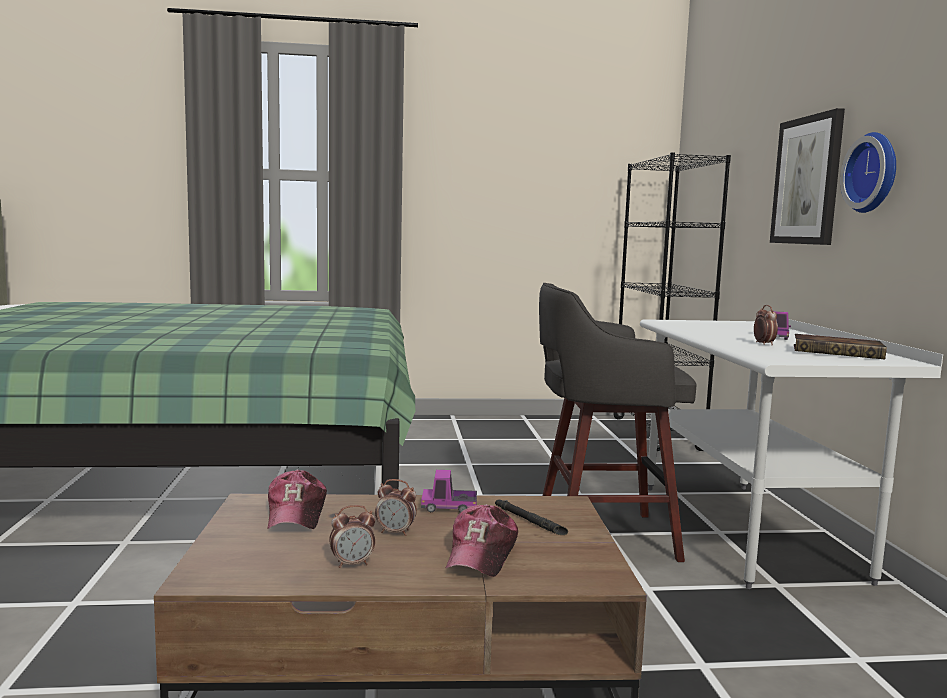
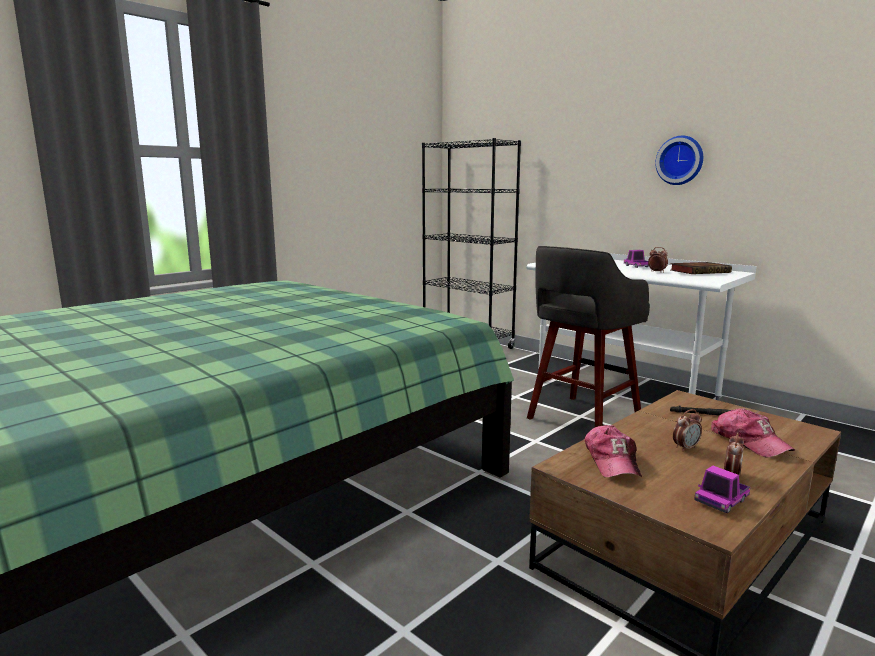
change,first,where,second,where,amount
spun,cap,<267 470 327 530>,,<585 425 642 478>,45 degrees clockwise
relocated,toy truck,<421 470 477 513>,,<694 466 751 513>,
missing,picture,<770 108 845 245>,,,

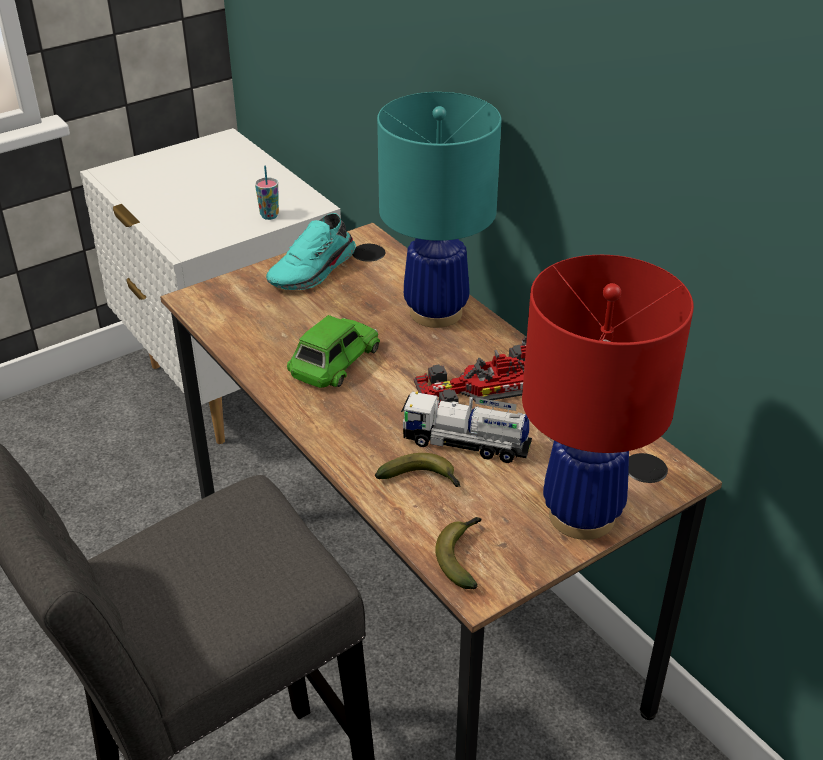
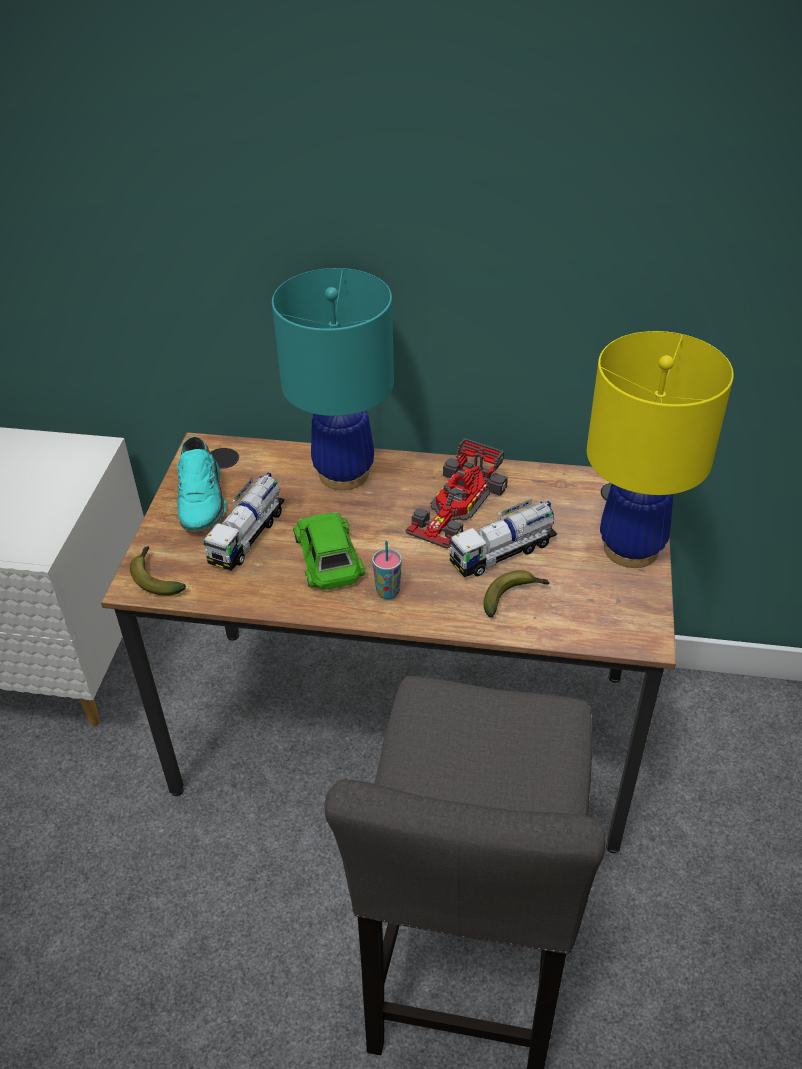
change,first,where,second,where,amount
relocated,banana,<435 517 481 589>,,<130 546 186 596>,
appeared,,,toy truck,<203 473 285 571>,
relocated,cup,<255 165 279 220>,,<372 541 402 599>,
colour,red table lamp,<522 255 694 540>,yellow table lamp,<587 331 734 568>,

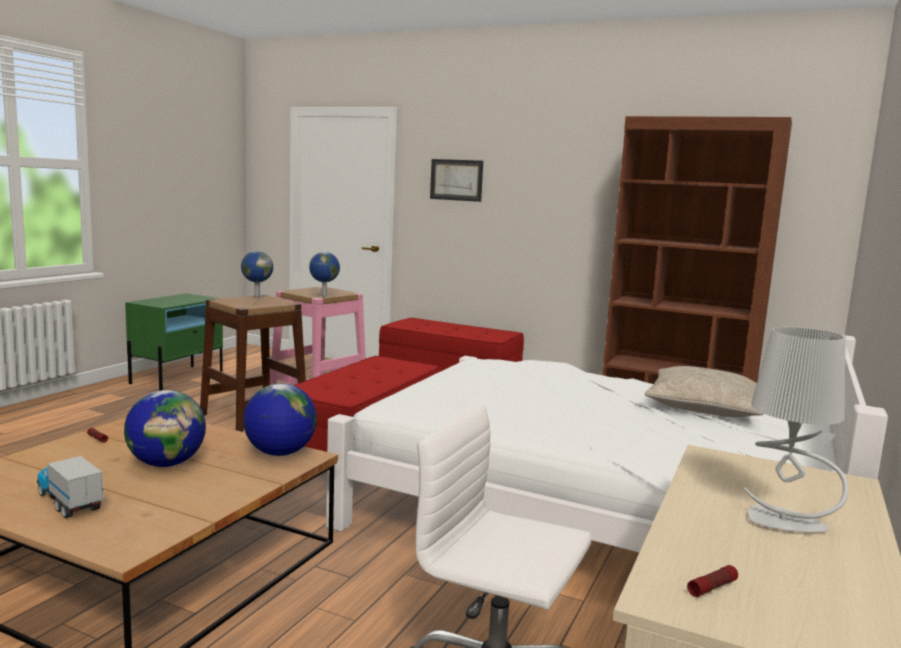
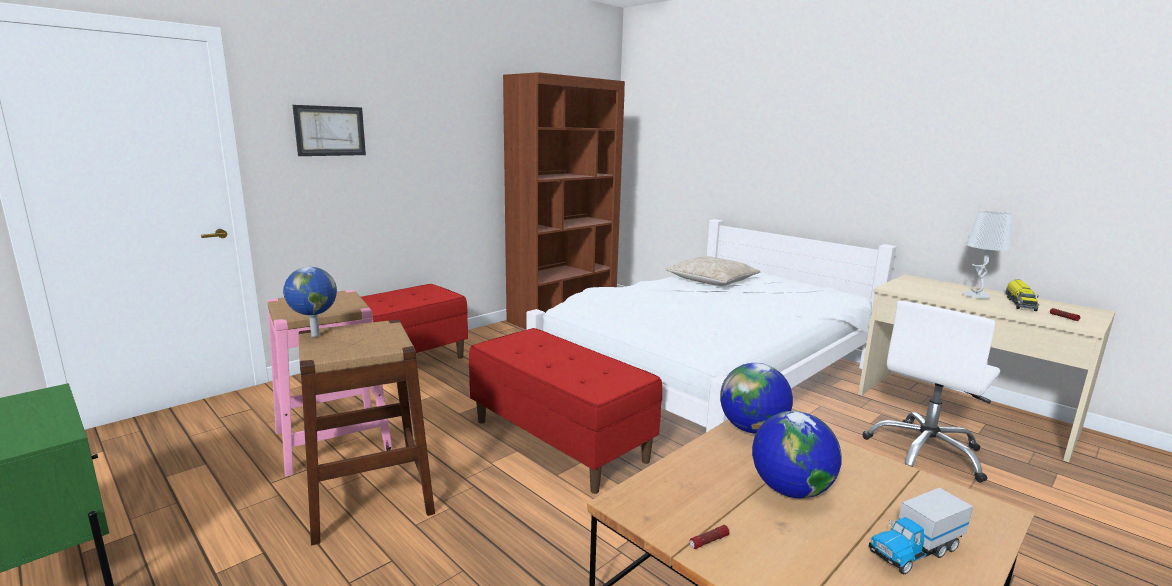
change,first,where,second,where,amount
appeared,,,toy truck,<1005 279 1039 311>,
missing,globe,<309 252 340 297>,,,

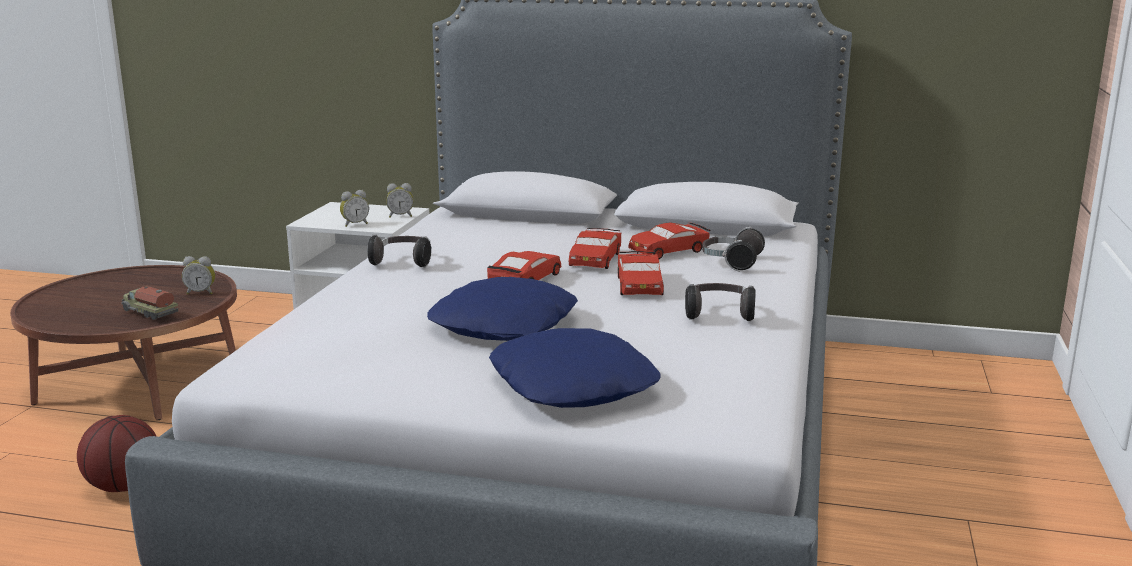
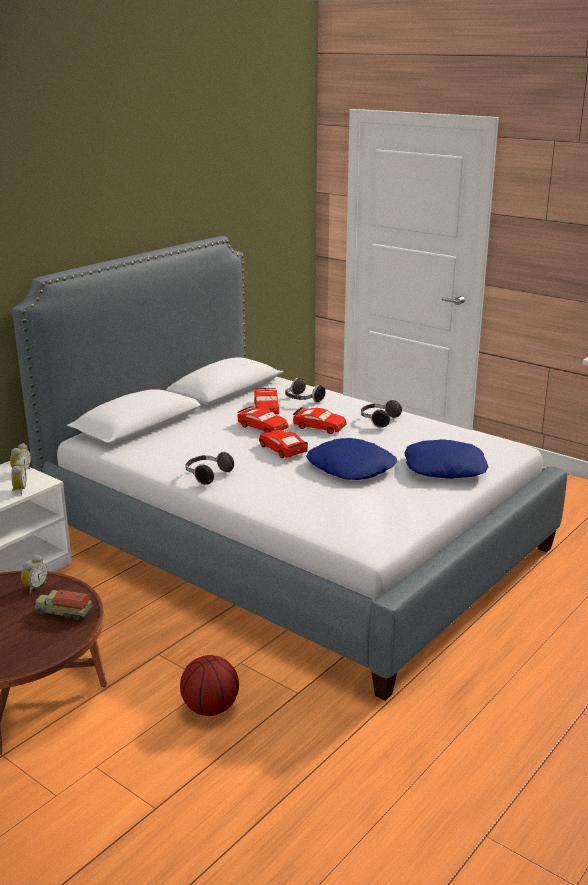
change,first,where,second,where,amount
spun,toy truck,<121 287 179 320>,,<35 590 93 620>,45 degrees clockwise

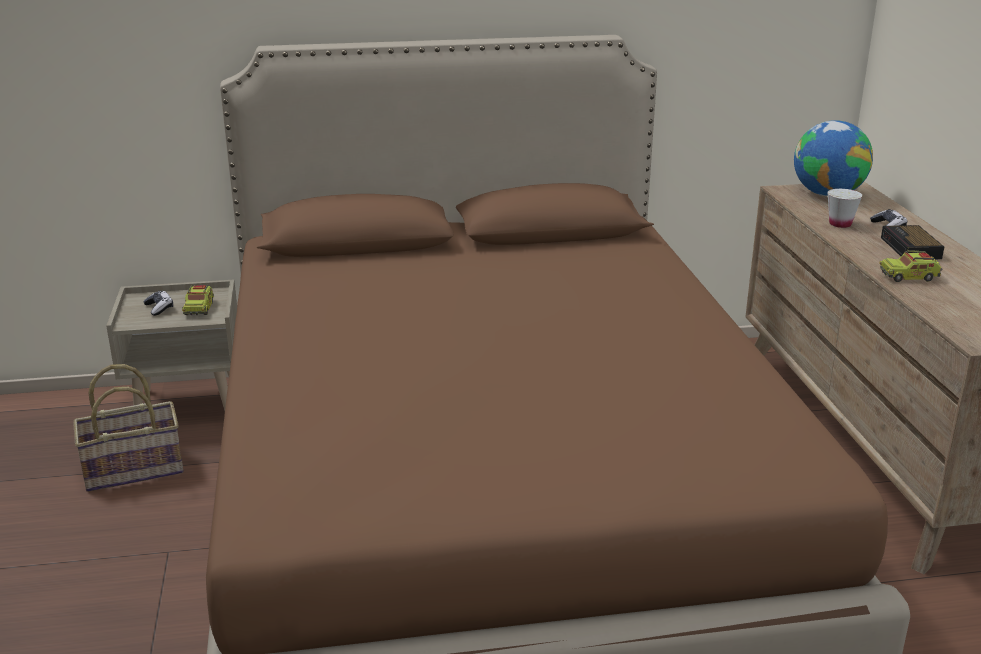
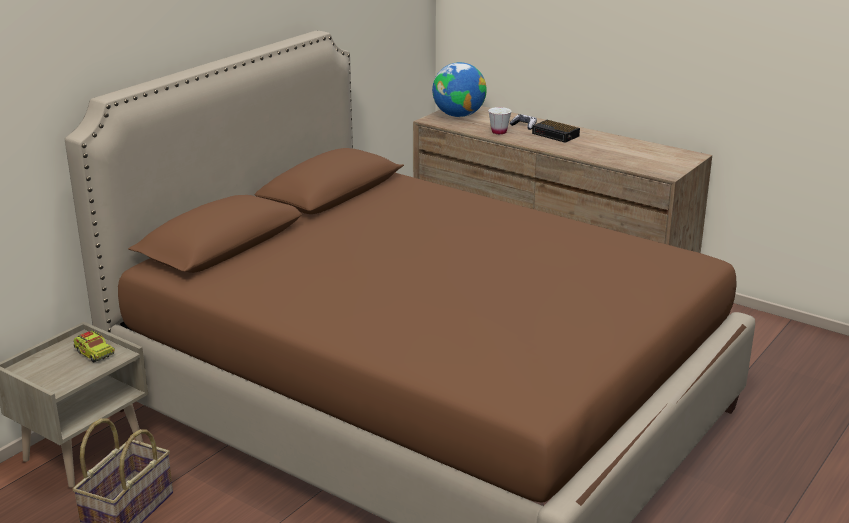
change,first,where,second,where,amount
missing,game controller,<143 291 173 316>,,,
missing,toy truck,<879 247 942 282>,,,

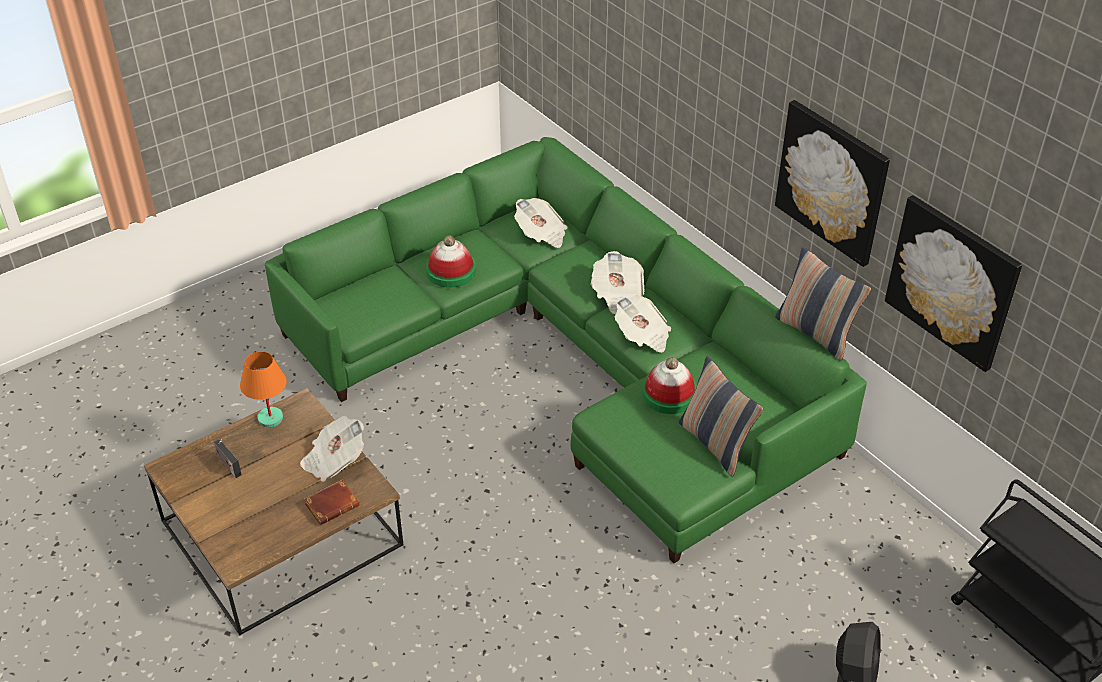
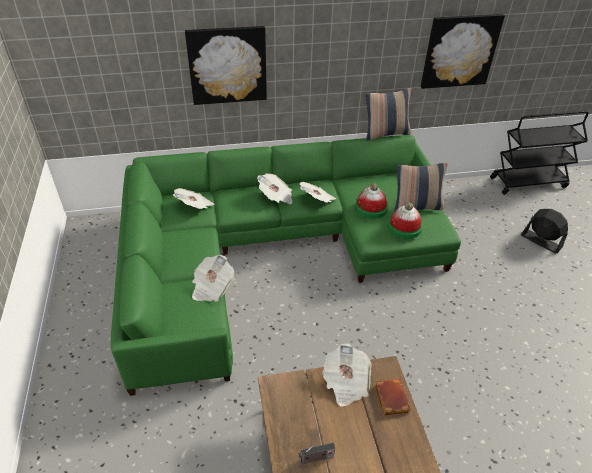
change,first,where,second,where,amount
relocated,picture,<775 100 890 267>,,<185 26 267 105>,
appeared,,,newspaper,<192 255 234 302>,
relocated,hat,<426 235 476 288>,,<387 203 423 239>,
missing,orange table lamp,<240 351 287 428>,,,

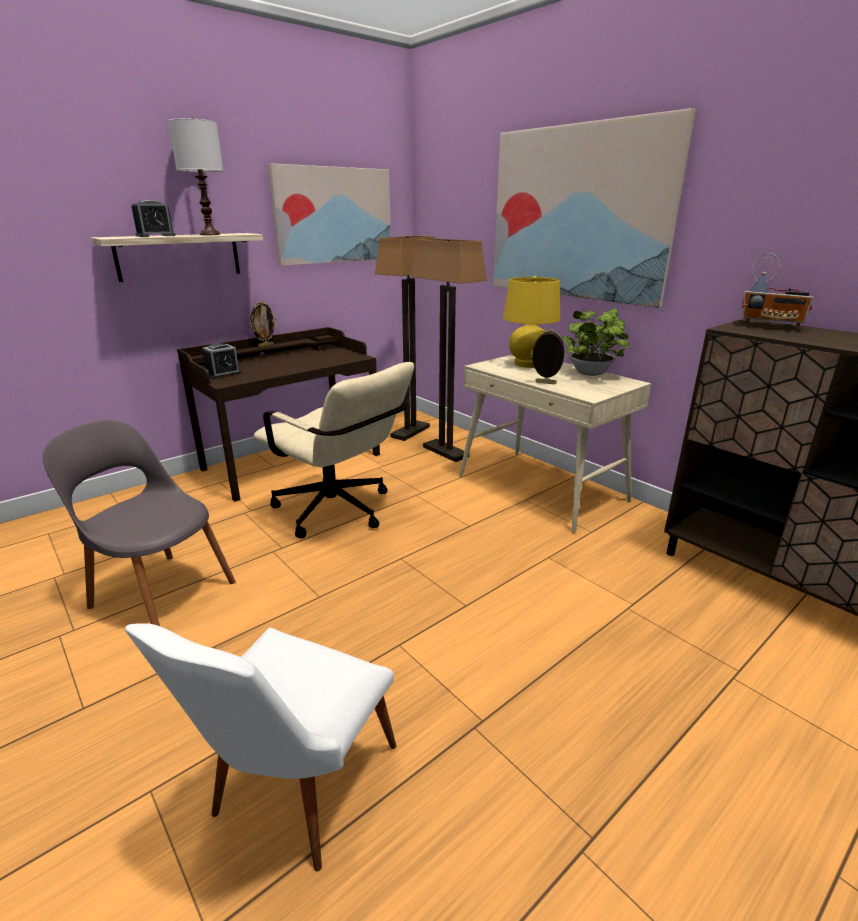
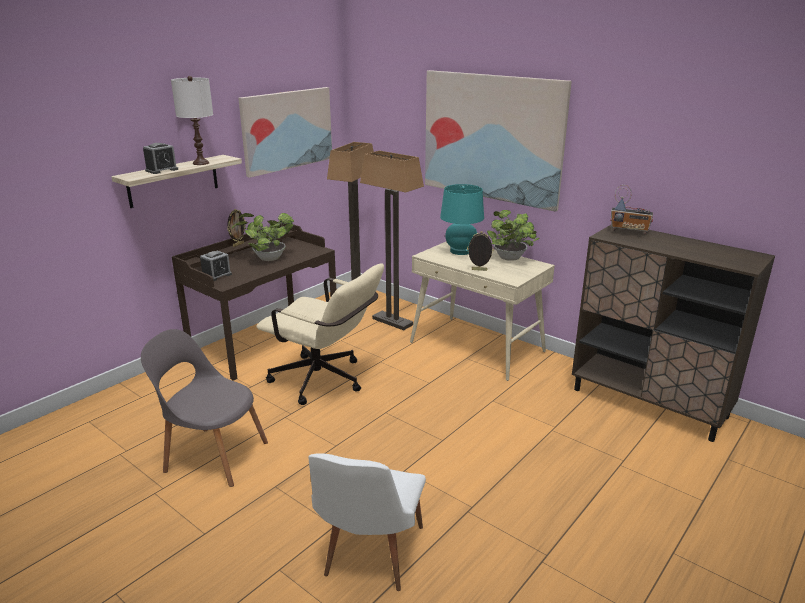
change,first,where,second,where,amount
appeared,,,potted plant,<232 213 294 261>,
colour,yellow table lamp,<503 276 560 368>,turquoise table lamp,<440 184 484 255>,

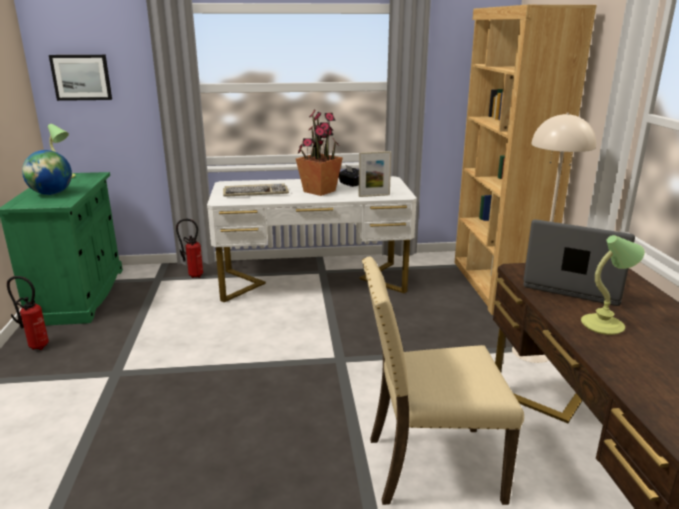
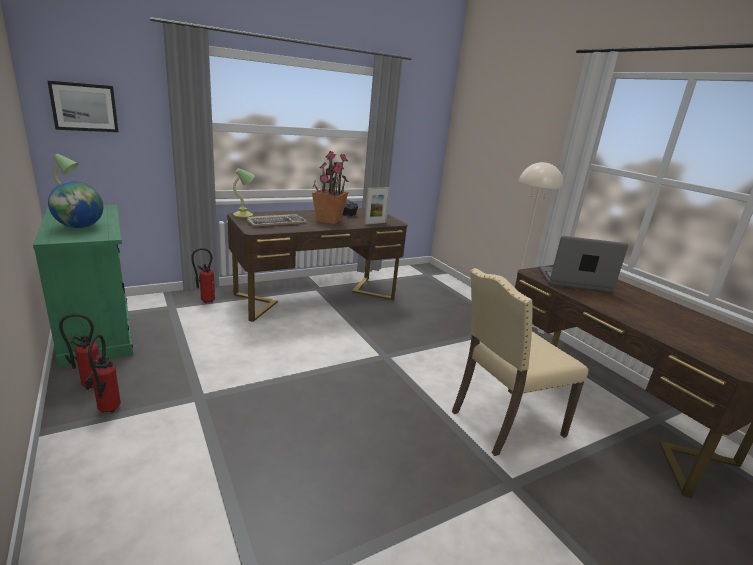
change,first,where,second,where,amount
appeared,,,fire extinguisher,<85 334 121 413>,
colour,white desk,<207 176 417 302>,brown desk,<227 208 408 322>,
relocated,table lamp,<581 235 645 335>,,<233 168 254 218>,
missing,brown bookcase,<454 5 597 315>,,,

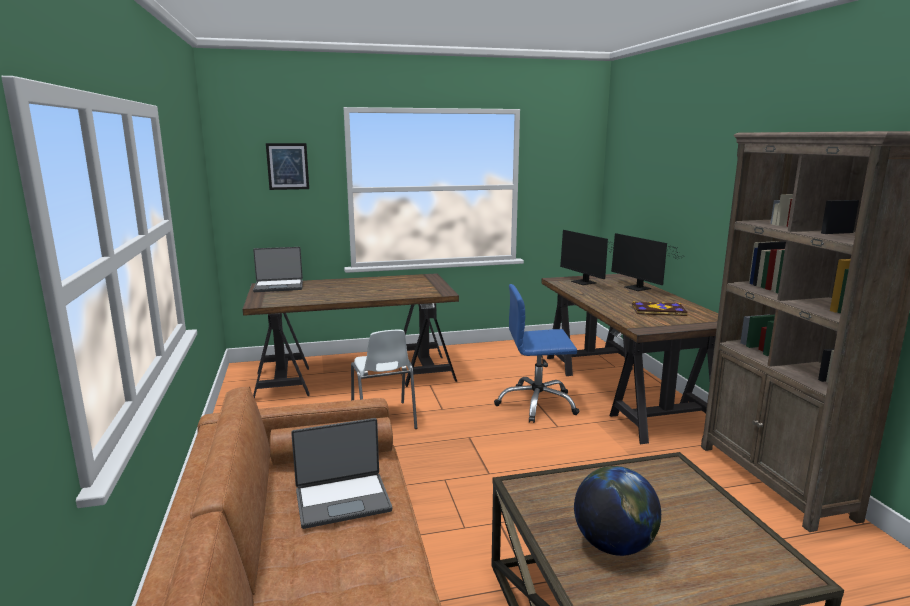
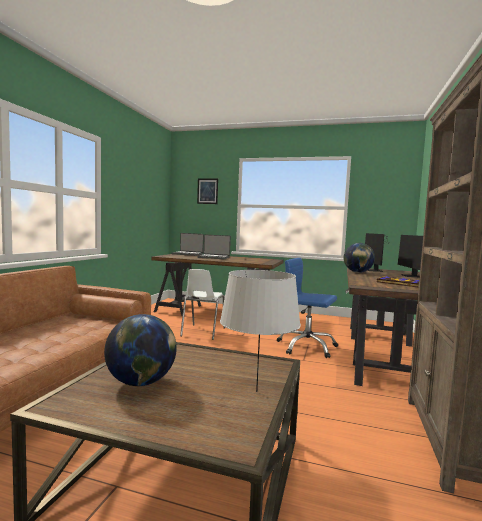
change,first,where,second,where,amount
relocated,laptop,<291 418 392 529>,,<197 235 231 259>,
appeared,,,grey table lamp,<220 270 301 392>,
appeared,,,globe,<343 243 375 273>,

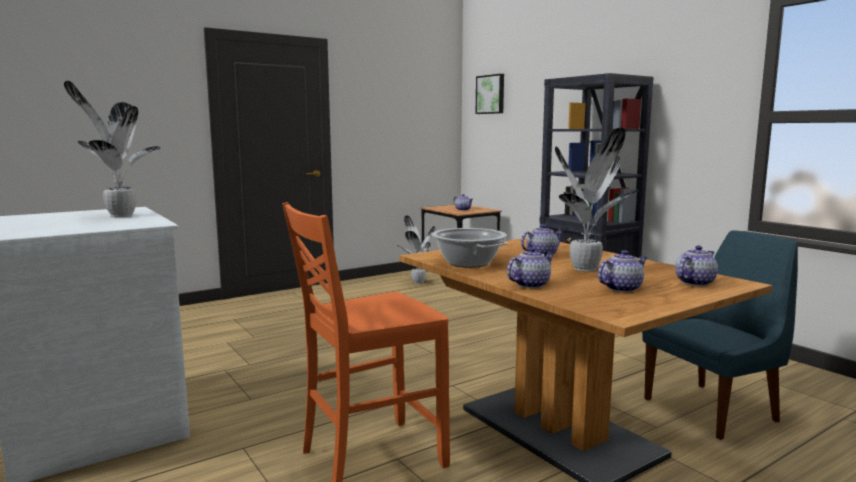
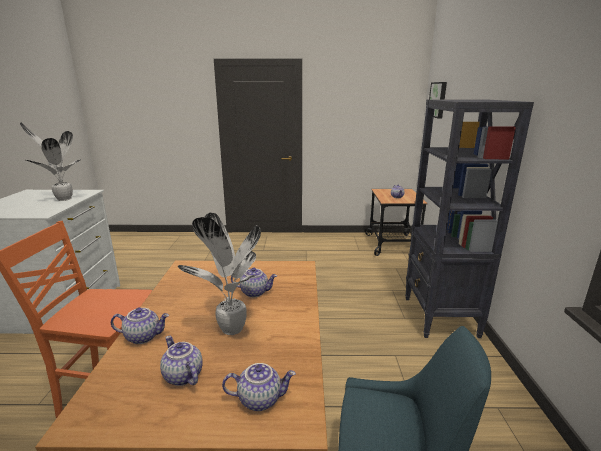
change,first,where,second,where,amount
spun,teapot,<598 250 647 292>,,<160 336 203 386>,135 degrees counterclockwise
missing,potted plant,<397 215 435 284>,,,
missing,cooking pot,<431 228 508 268>,,,

